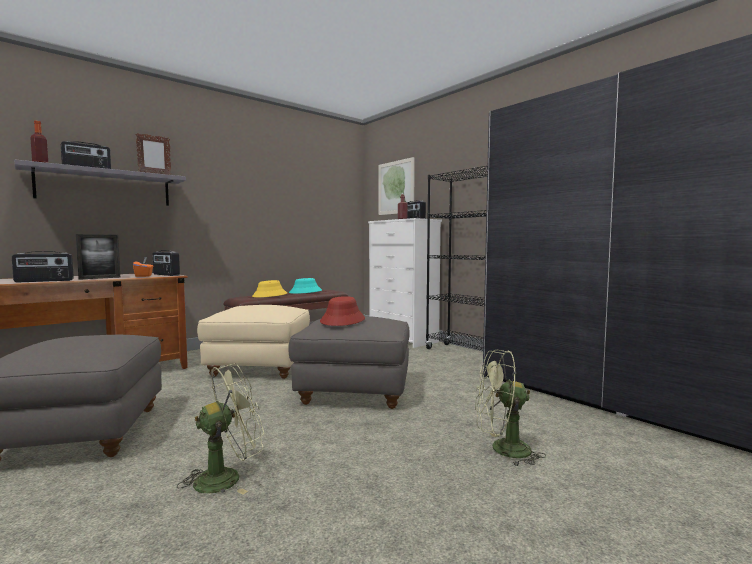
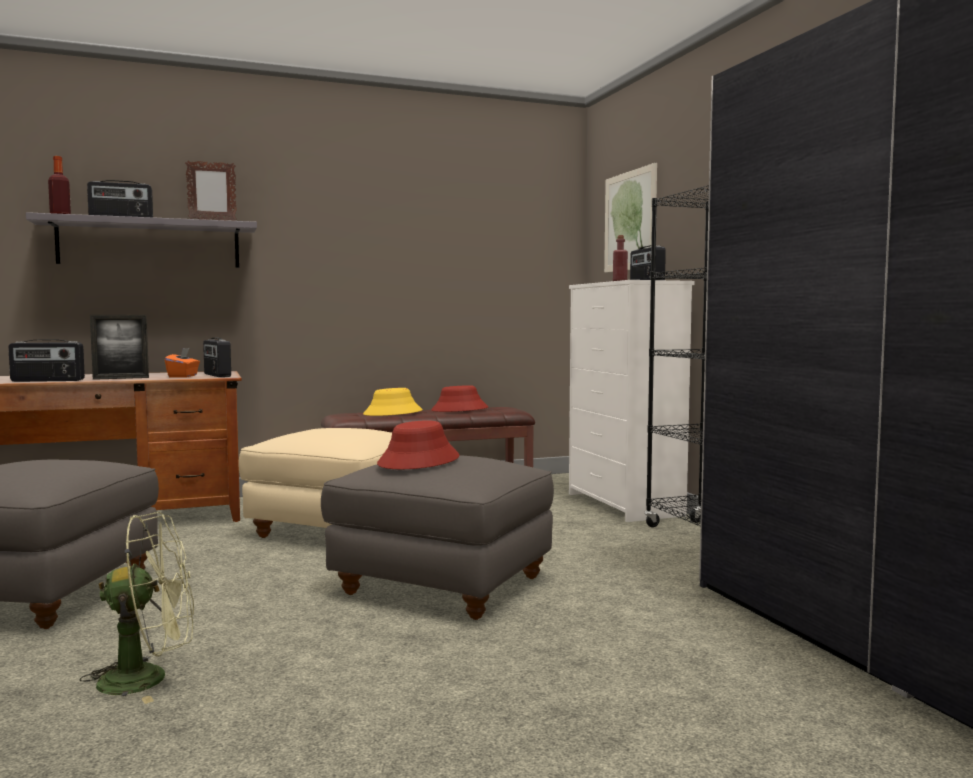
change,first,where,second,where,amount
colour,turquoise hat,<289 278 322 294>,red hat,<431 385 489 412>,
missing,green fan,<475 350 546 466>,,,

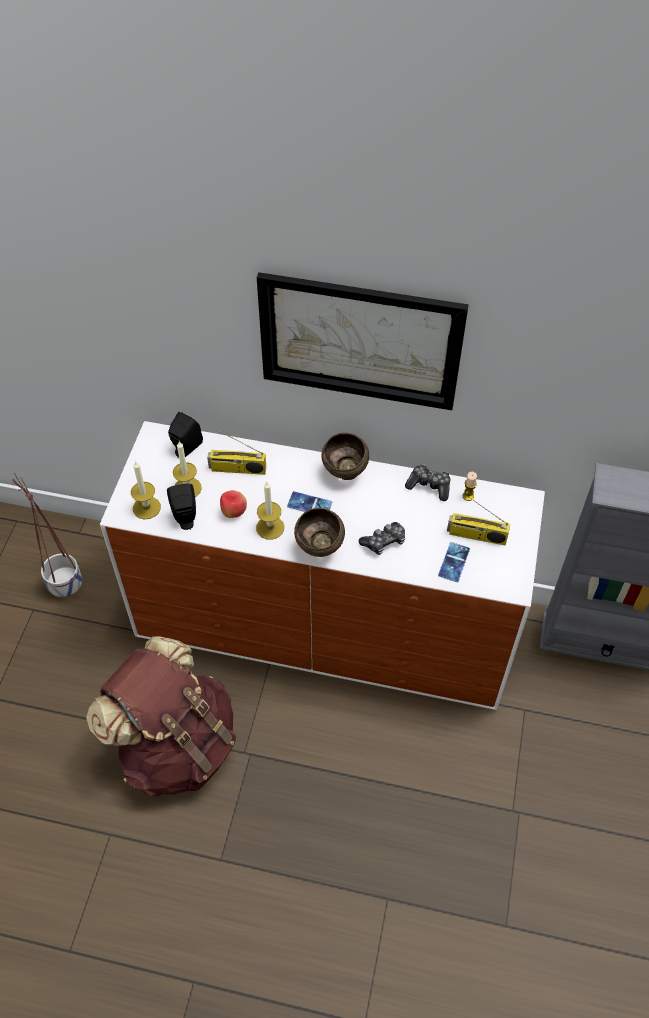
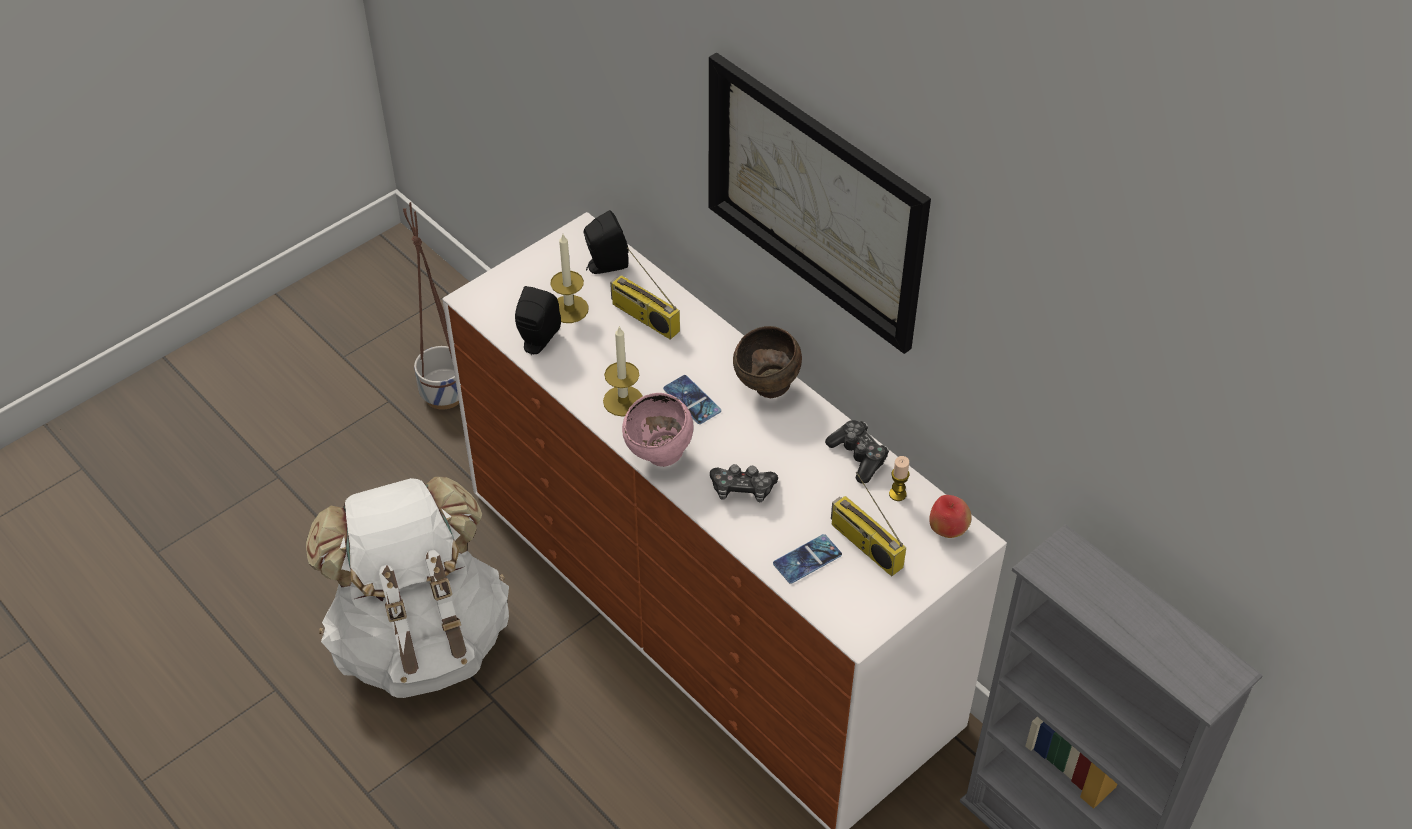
change,first,where,second,where,amount
colour,brown backpack,<86 636 237 798>,white backpack,<306 477 509 698>,
colour,brown bowl,<294 508 345 557>,pink bowl,<622 393 693 467>,
relocated,apple,<220 490 247 518>,,<929 495 972 538>,
missing,candle,<131 461 161 519>,,,

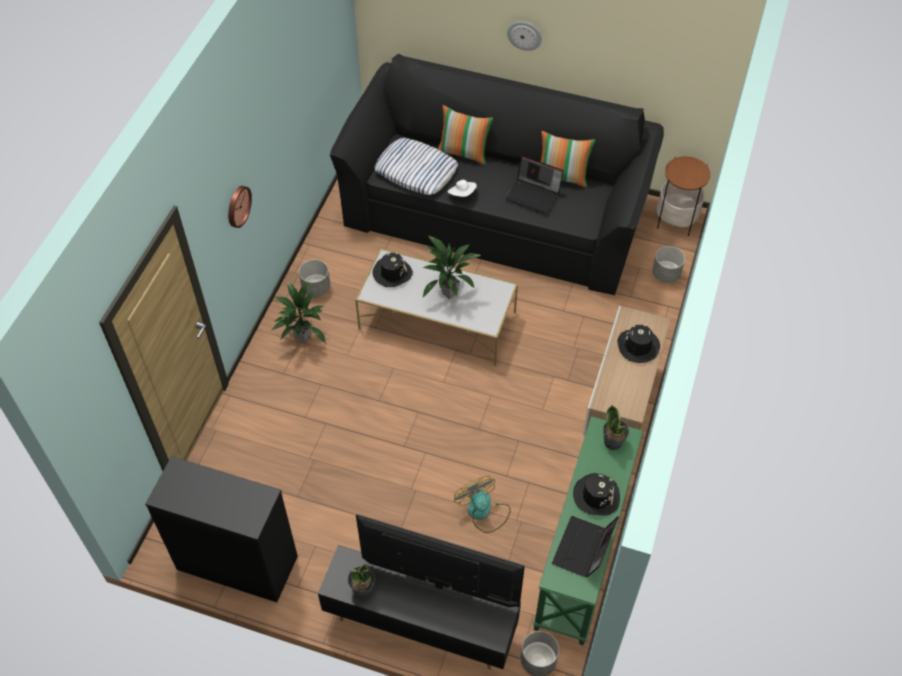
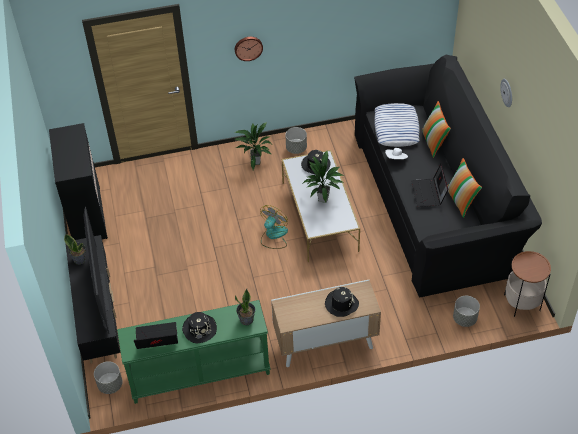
change,first,where,second,where,amount
relocated,fan,<454 476 511 533>,,<260 205 288 249>,

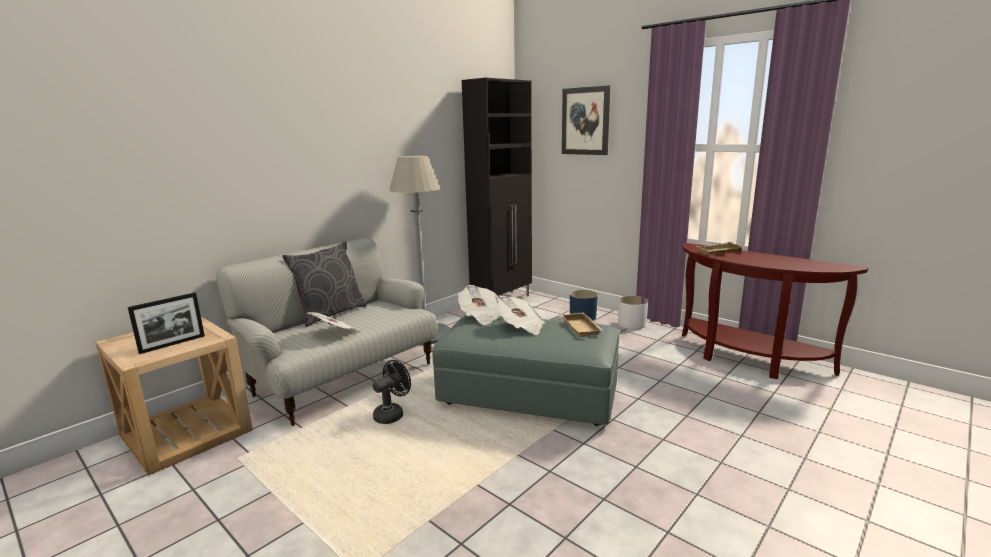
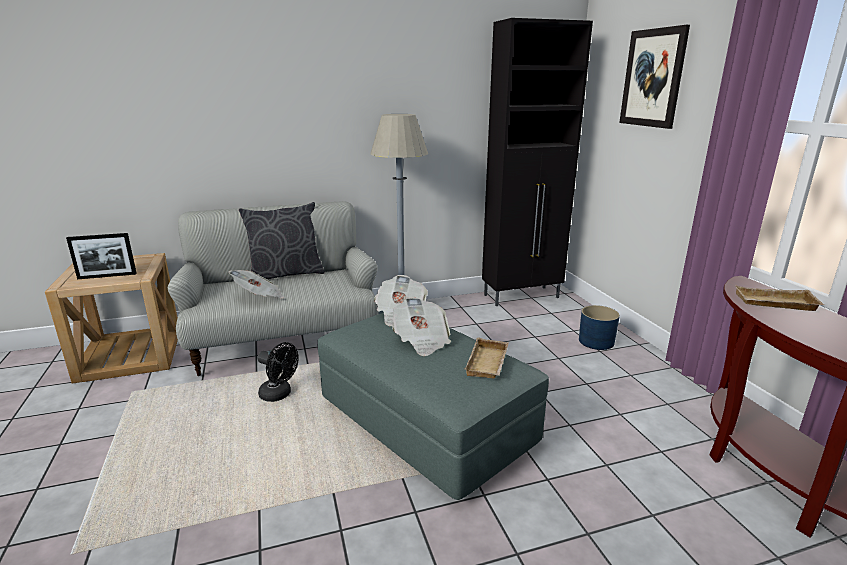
change,first,where,second,where,amount
spun,black fan,<373 360 411 424>,,<258 342 298 402>,45 degrees clockwise
missing,white planter,<618 296 648 329>,,,

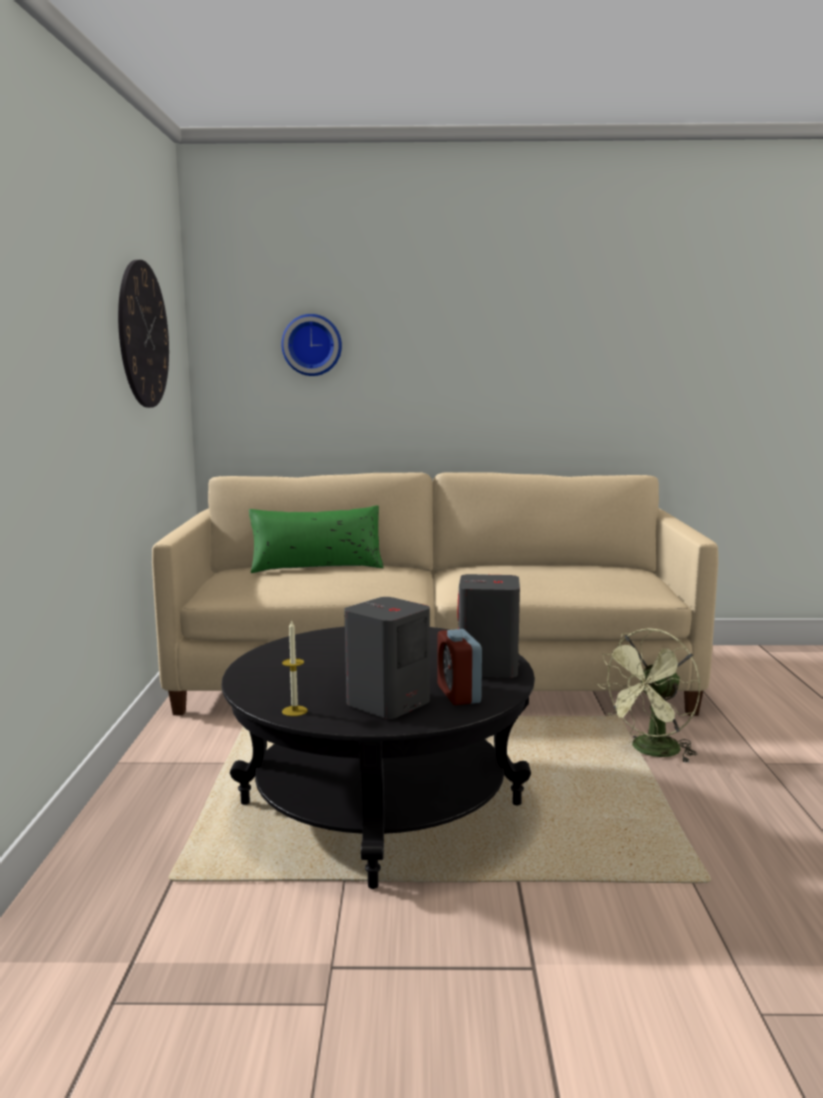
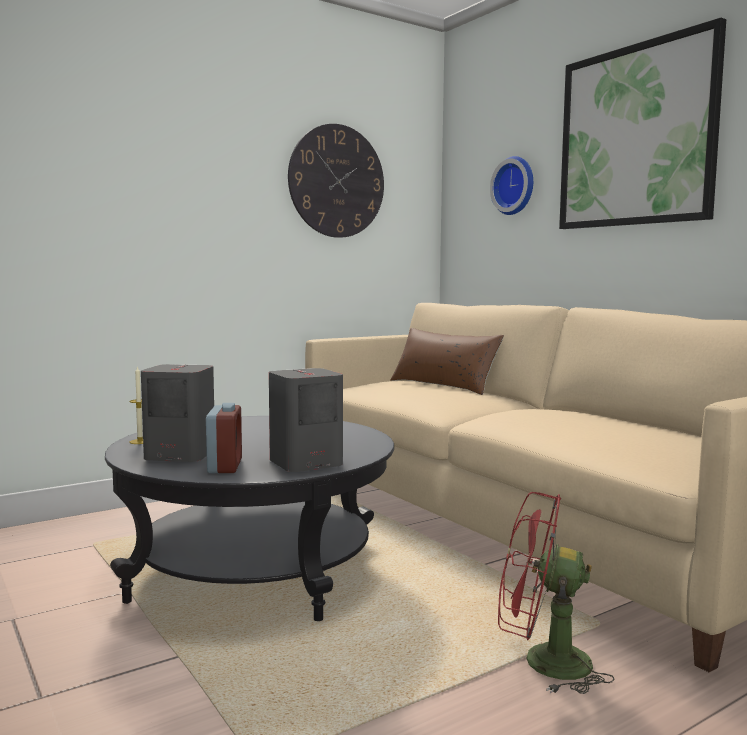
change,first,where,second,where,amount
spun,alarm clock,<437 629 482 705>,,<206 403 242 473>,135 degrees clockwise
colour,green pillow,<249 506 384 573>,brown pillow,<390 328 504 395>,
colour,green fan,<597 628 700 763>,red fan,<498 492 614 694>,
appeared,,,picture,<559 17 726 229>,

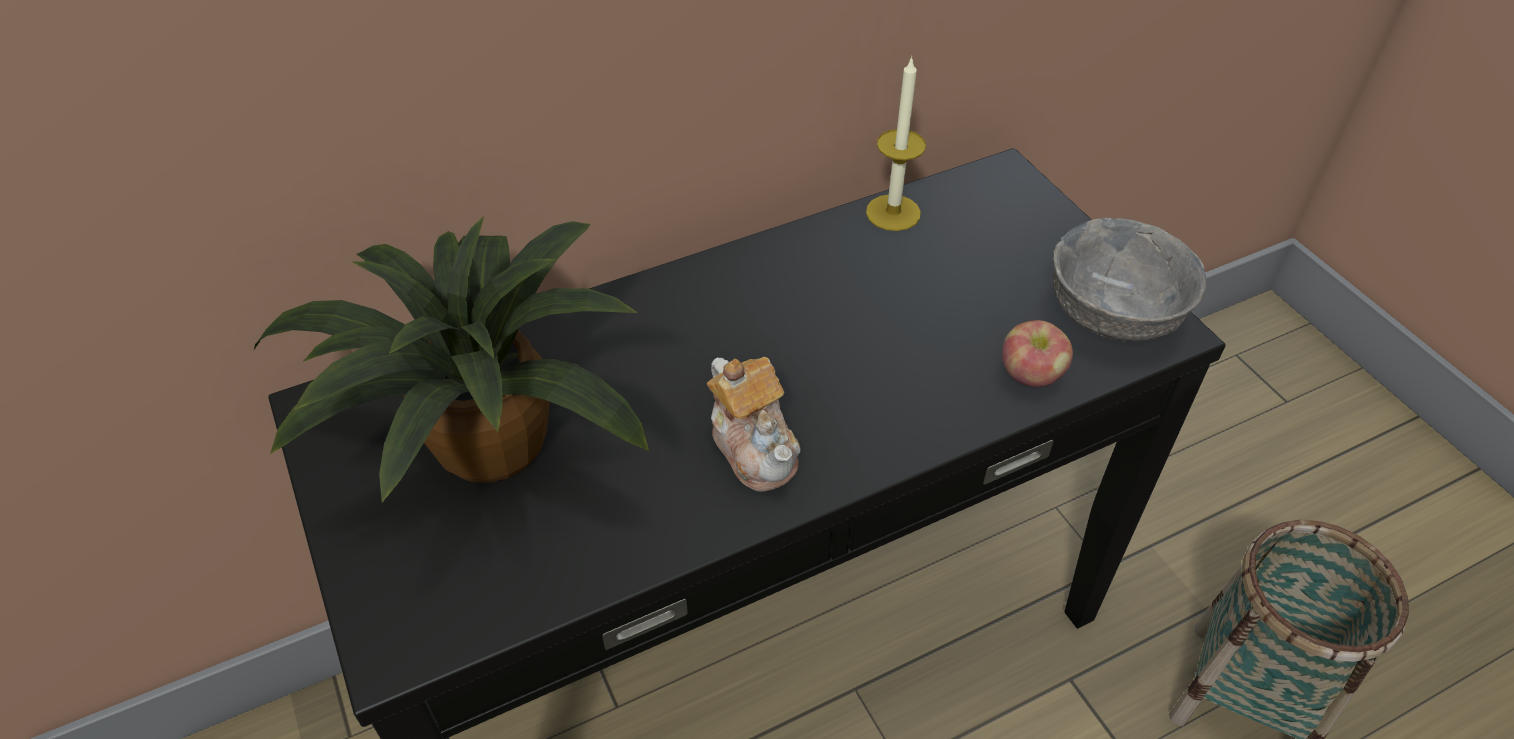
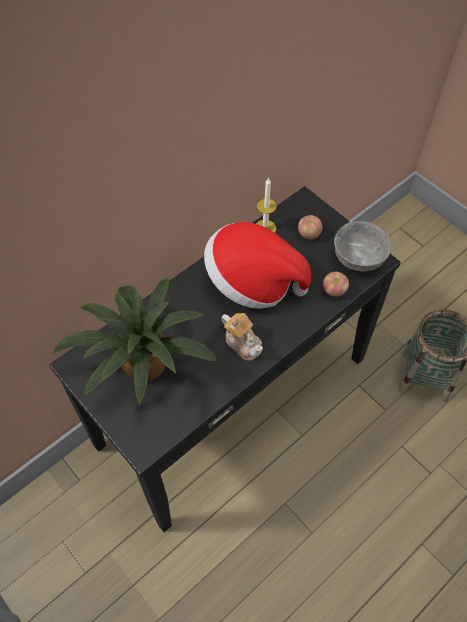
change,first,where,second,where,amount
appeared,,,hat,<204 222 311 309>,
appeared,,,apple,<298 215 322 239>,

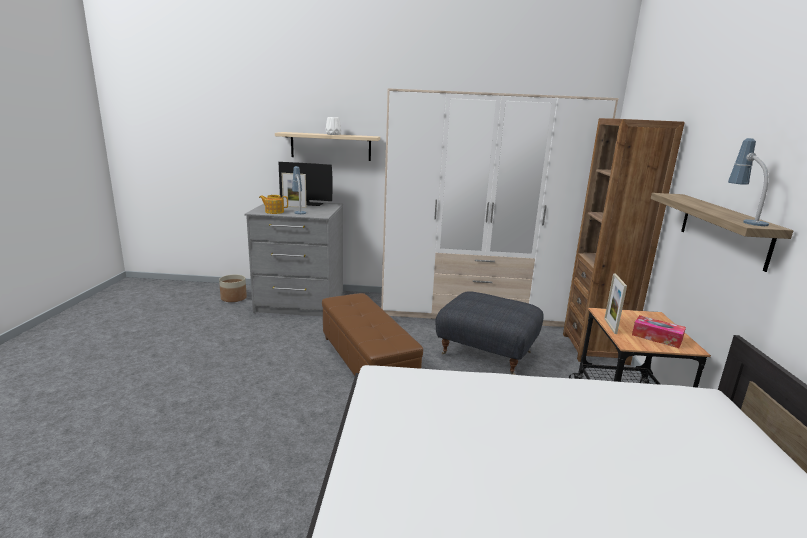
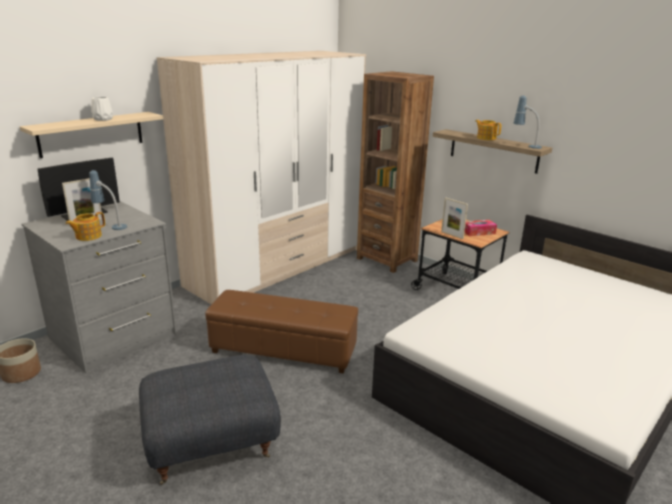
change,first,where,second,where,amount
relocated,grey ottoman,<435 291 544 375>,,<139 355 281 485>,
appeared,,,teapot,<475 120 501 140>,

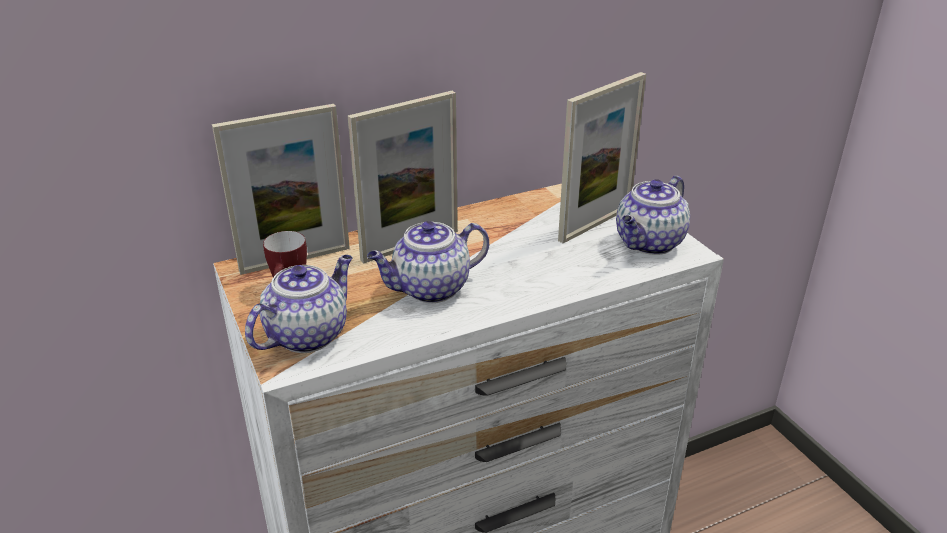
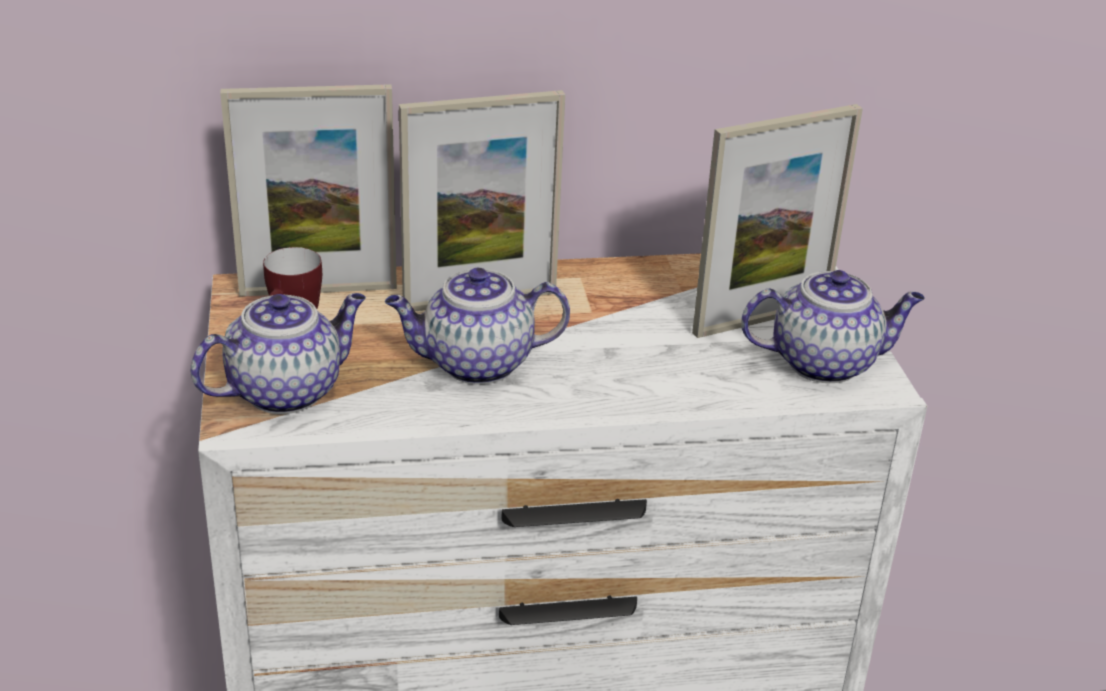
change,first,where,second,where,amount
spun,teapot,<616 176 690 255>,,<741 270 925 383>,150 degrees counterclockwise

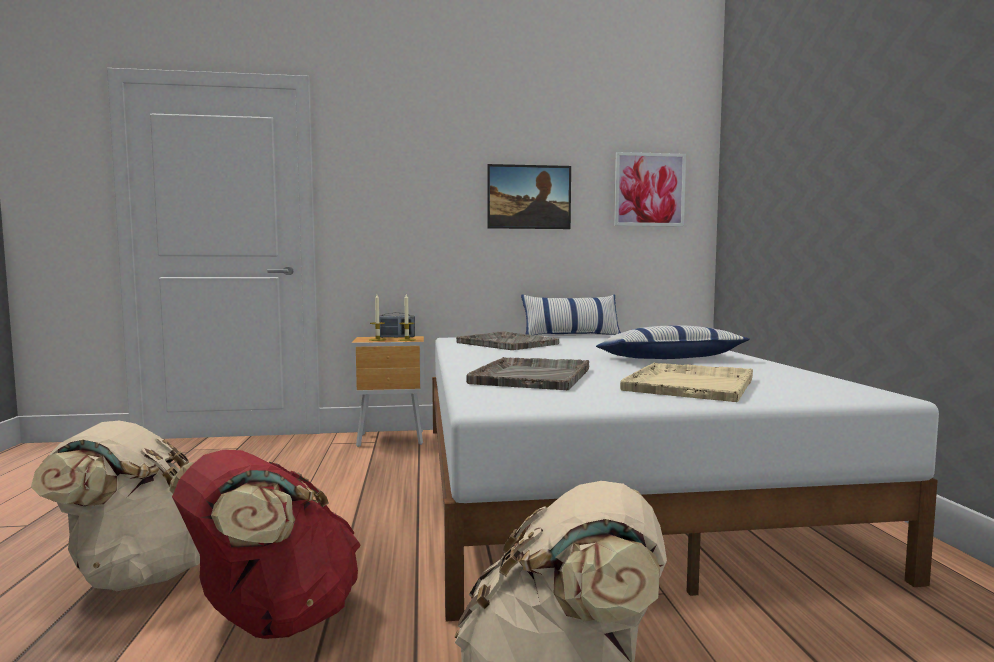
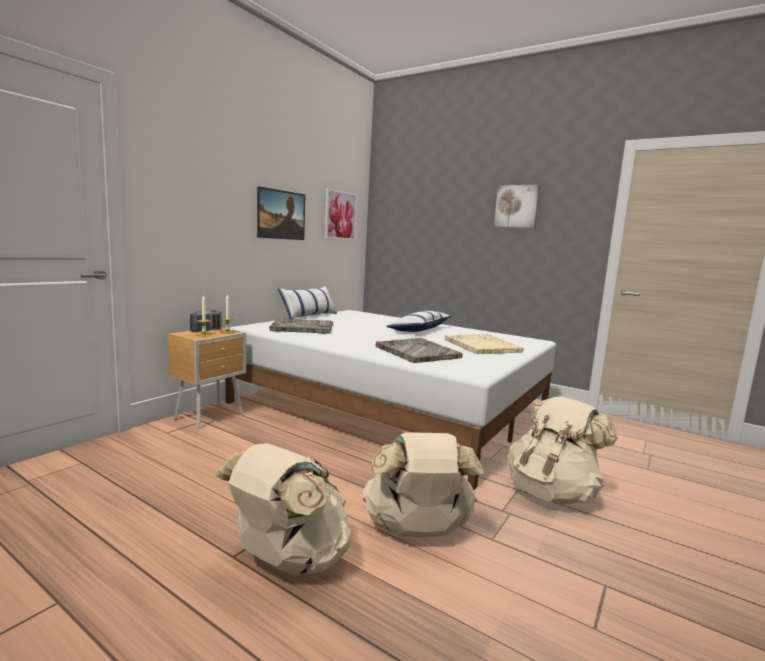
change,first,where,second,where,amount
colour,red backpack,<169 450 361 639>,beige backpack,<363 432 484 538>,
appeared,,,picture,<494 185 540 228>,

